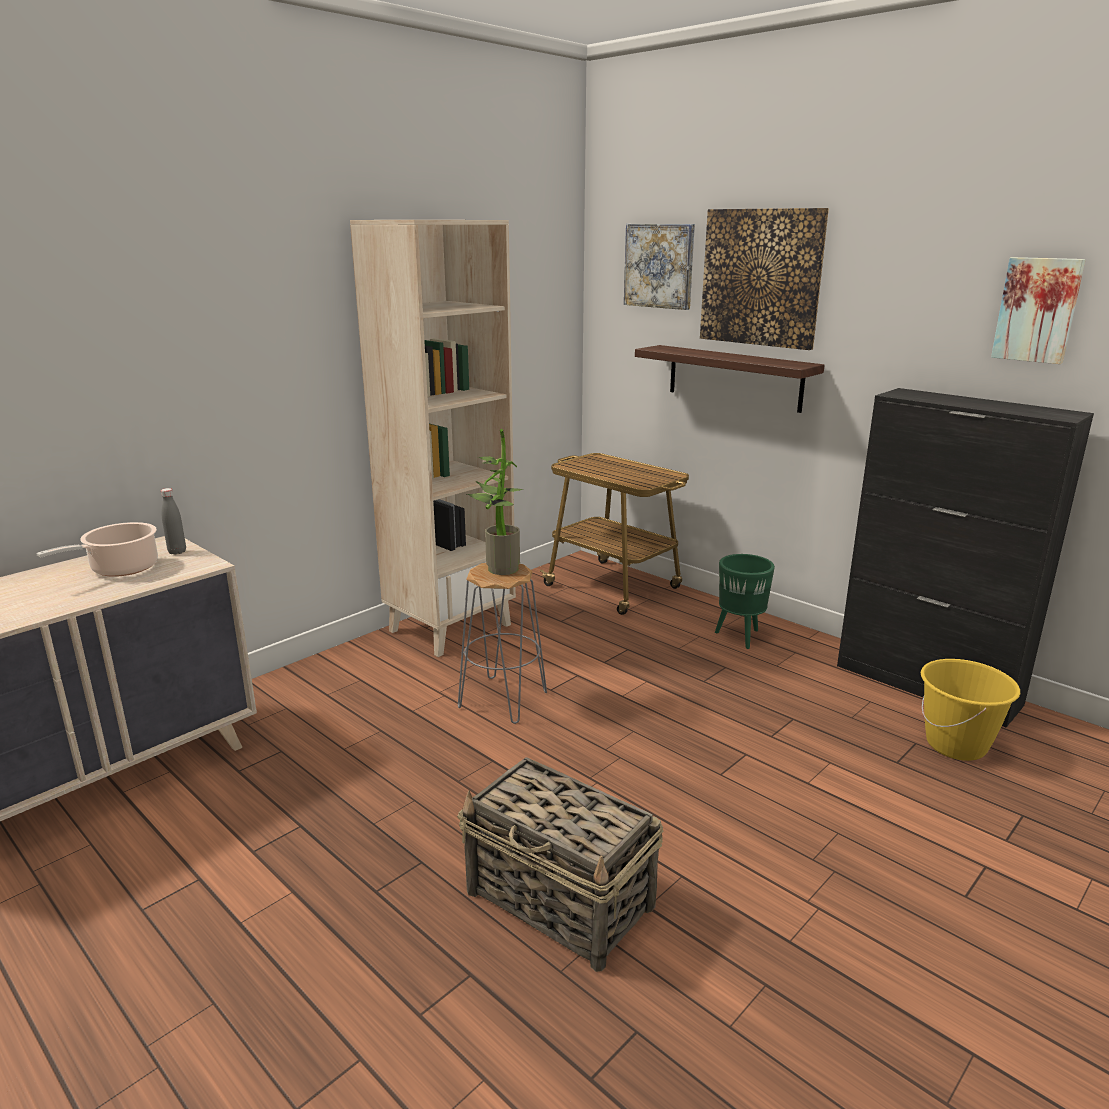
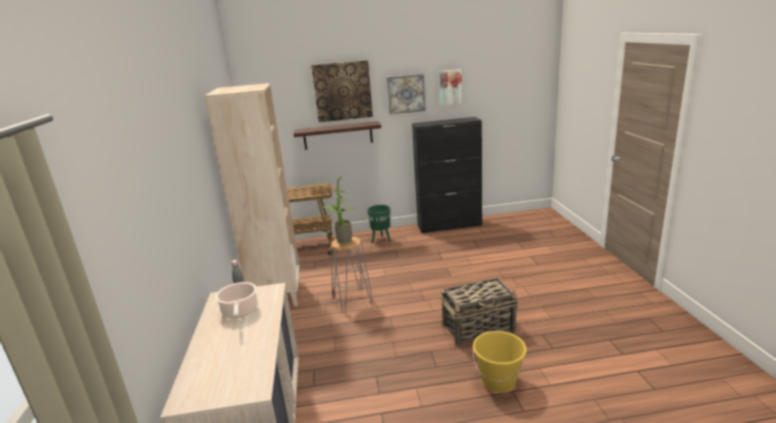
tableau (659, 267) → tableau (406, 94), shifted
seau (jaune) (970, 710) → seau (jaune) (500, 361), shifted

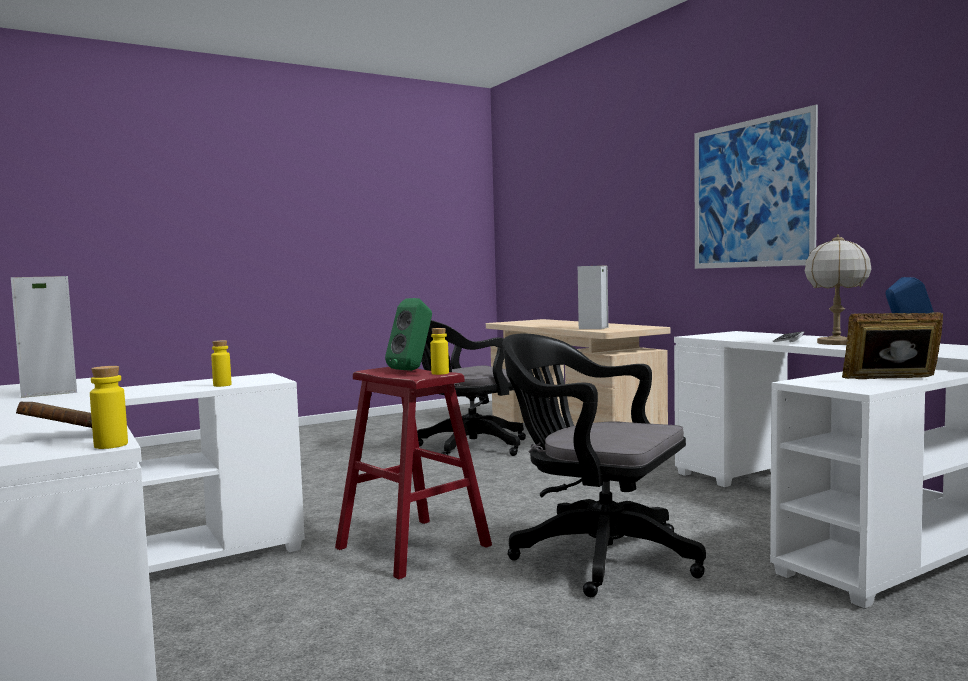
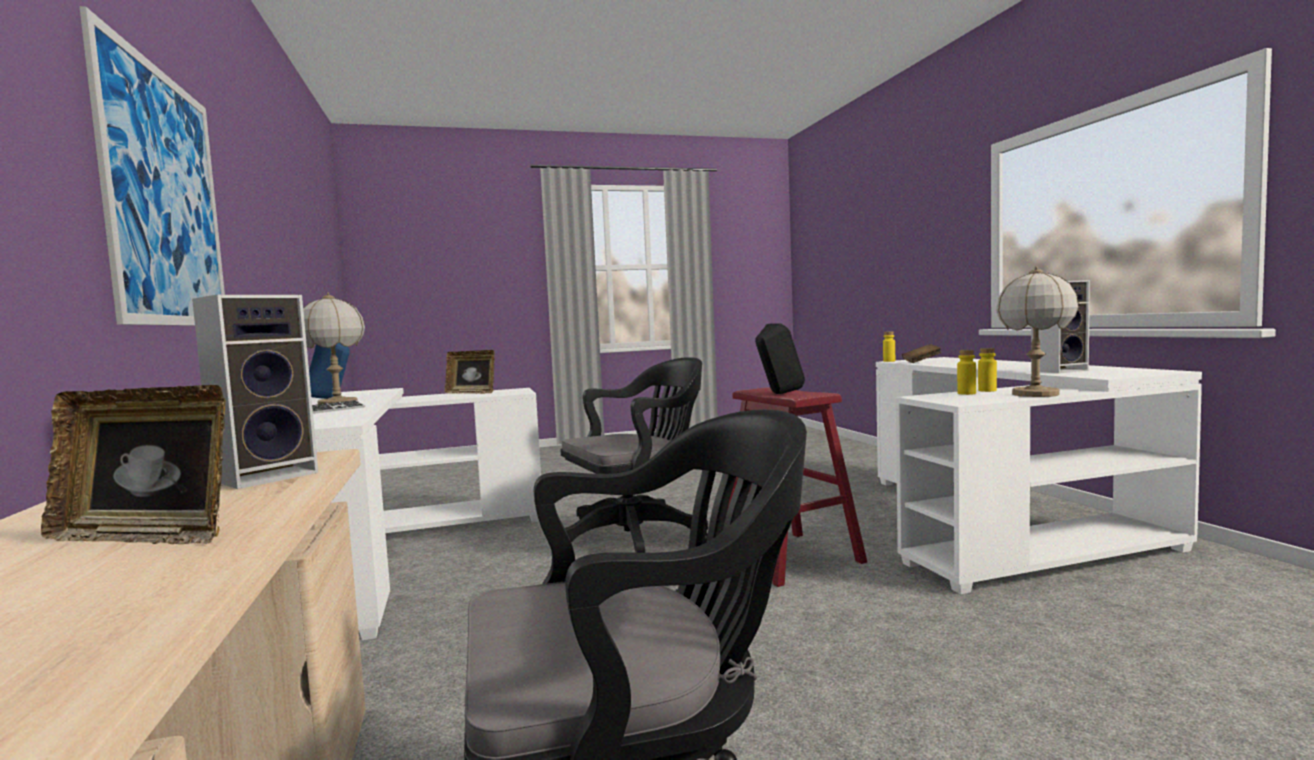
- → cadre photo (133, 464)
chaise de bureau (noir) (604, 465) → chaise de bureau (noir) (634, 455), 75 degrees counterclockwise
enceinte (vert) (408, 334) → enceinte (noir) (780, 358)
bouteille (jaune) (439, 351) → bouteille (jaune) (987, 370), shifted
- → lampe de table (1037, 331)

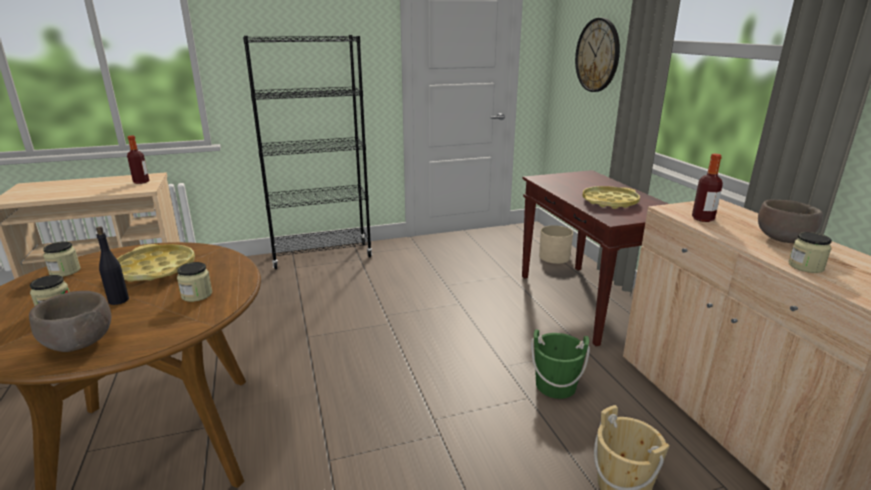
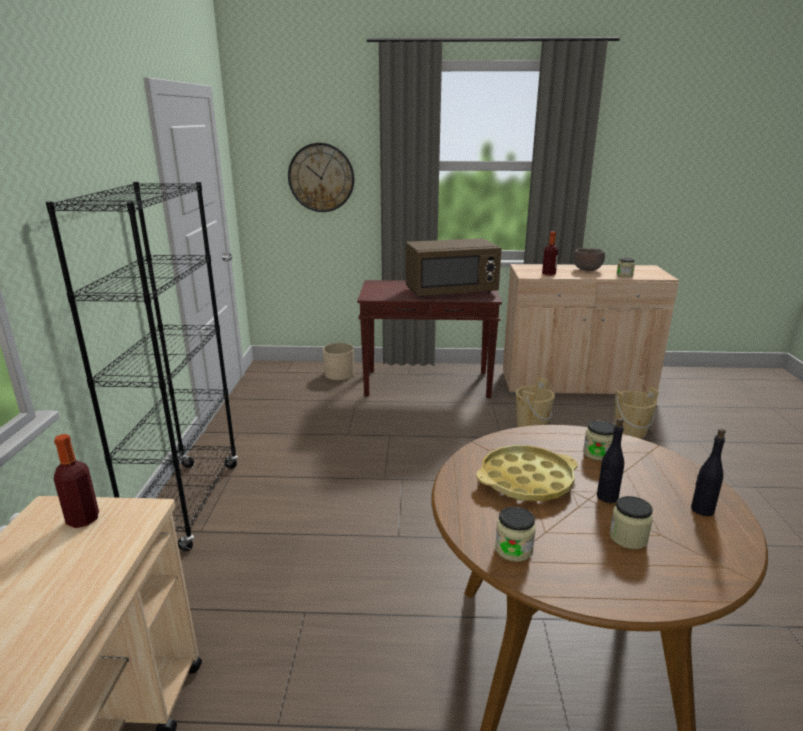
plateau (jaune) (611, 197) → micro-ondes (marron) (454, 267)
seau (vert) (560, 364) → seau (beige) (535, 402)
bol (marron) (70, 321) → bouteille (noir) (708, 472)

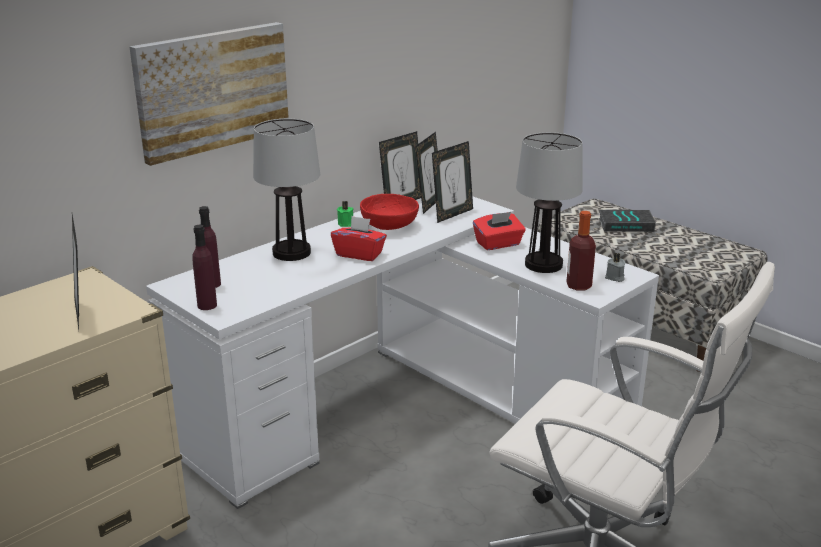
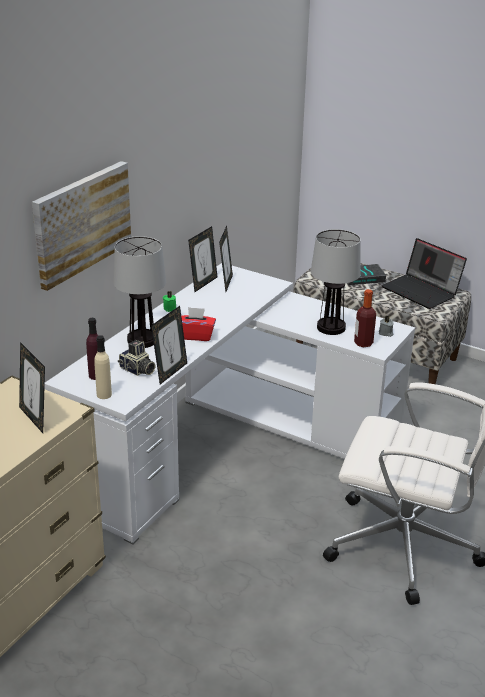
bouteille (violet) (204, 267) → bouteille (beige) (103, 367)
- → appareil photo (137, 358)
cadre photo (452, 182) → cadre photo (169, 345), shifted
- → ordinateur portable (424, 273)
bol (rouge) (389, 212) → -
boîte à mouchoirs (rouge) (499, 231) → -

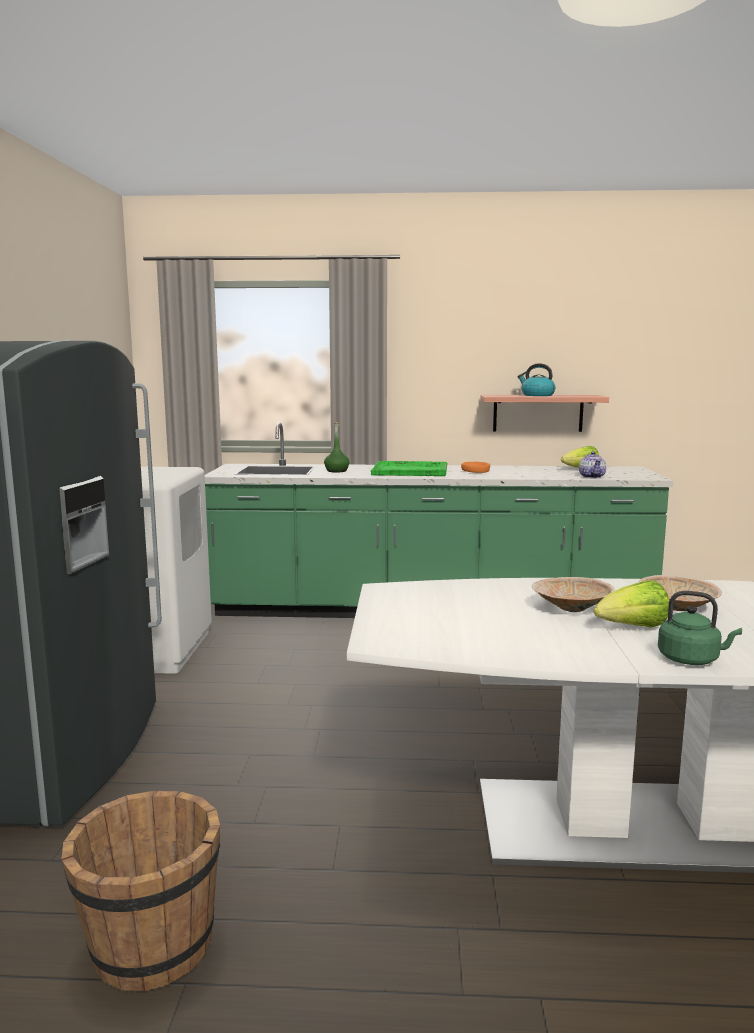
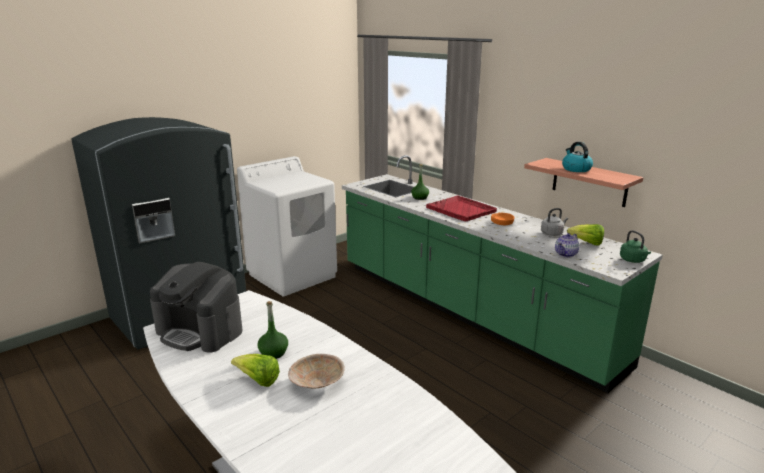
- → machine à café (196, 307)
bol (beige) (573, 594) → bouteille (vert) (272, 330)
plateau (vert) (409, 468) → plateau (rouge) (461, 208)
- → bouilloire (gris) (554, 222)
bouilloire (vert) (700, 628) → bouilloire (vert) (635, 246), shifted
seau (marron) (140, 891) → -

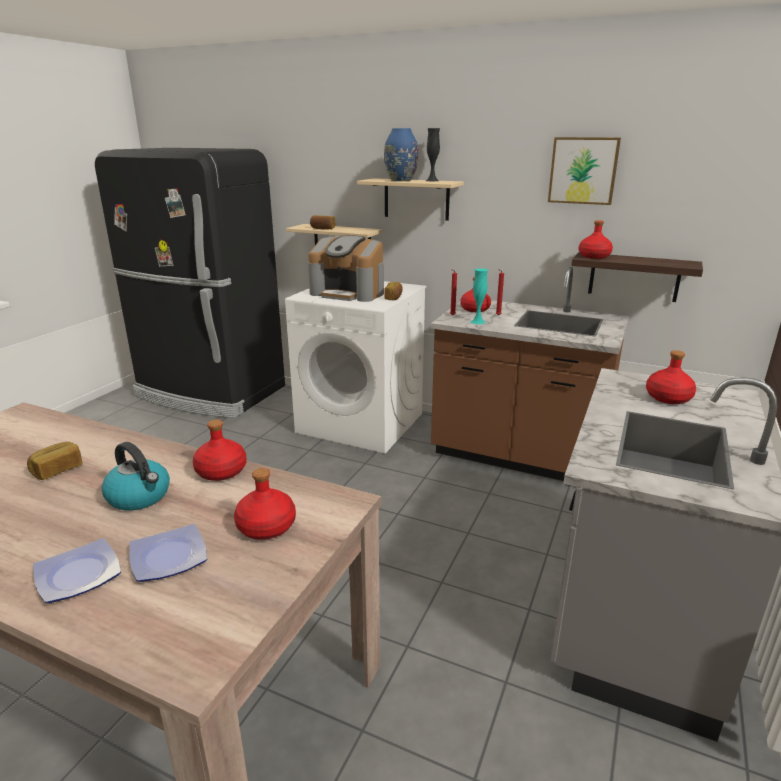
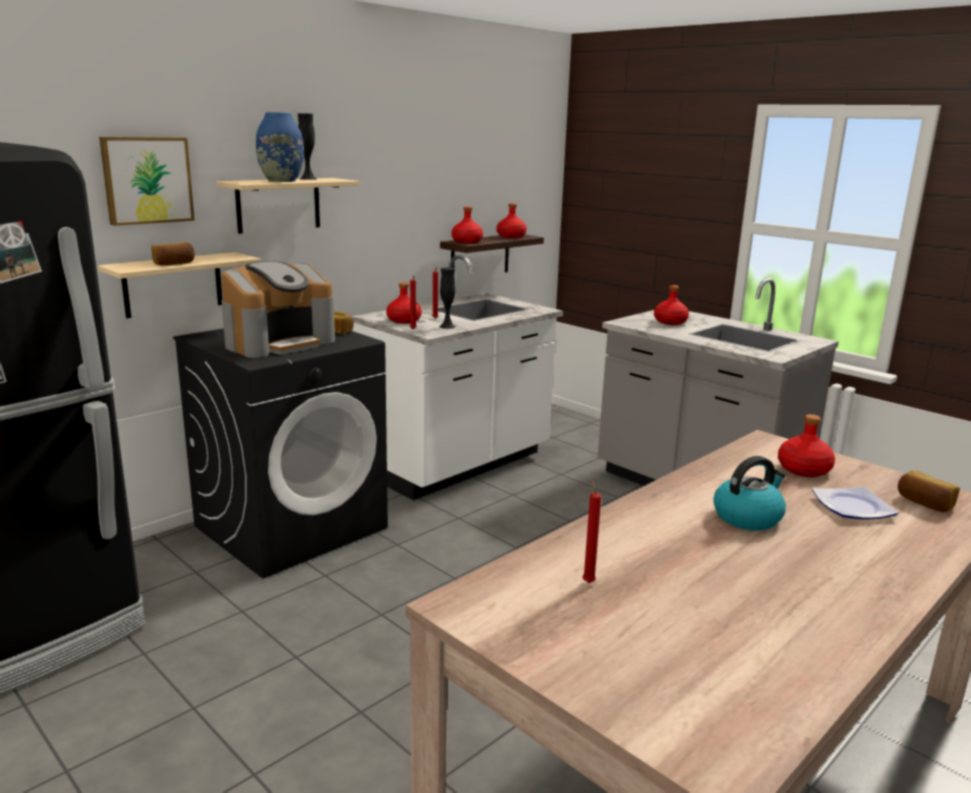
tableau (584, 171) → tableau (147, 181), shifted
lave-linge (blanc) (355, 367) → lave-linge (noir) (280, 453)
comptoir de cuisine (marron) (530, 374) → comptoir de cuisine (blanc) (457, 377)
vase (turquoise) (479, 296) → vase (noir) (447, 298)
bouteille (rouge) (219, 450) → bouteille (rouge) (512, 220), shifted
- → bougie (rouge) (592, 531)
pain (54, 461) → pain (929, 491), shifted
assiette (77, 570) → -

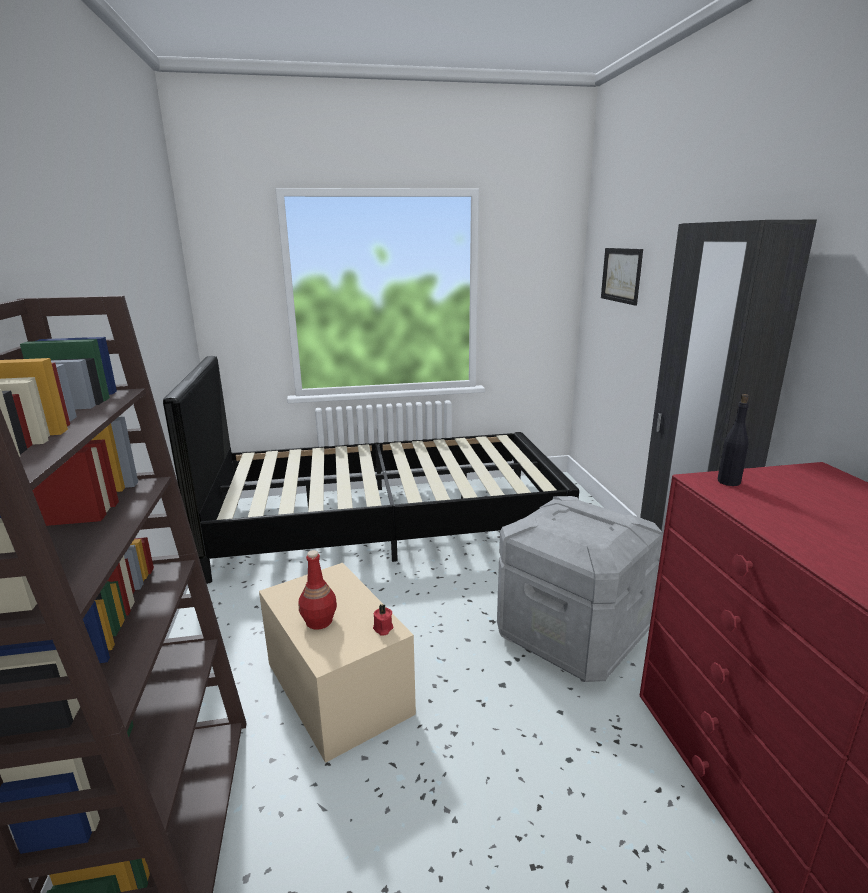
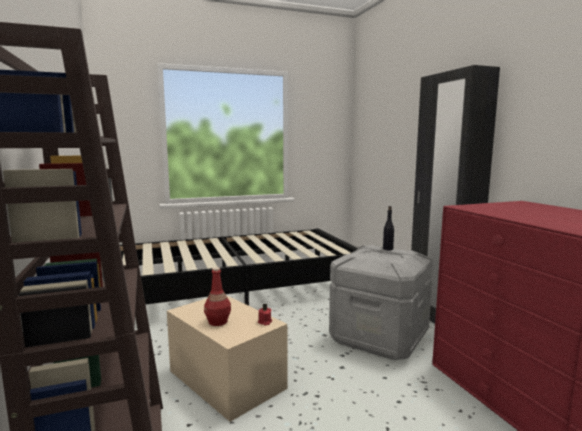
bouteille (noir) (733, 440) → bouteille (noir) (388, 228), shifted
tableau (622, 277) → -

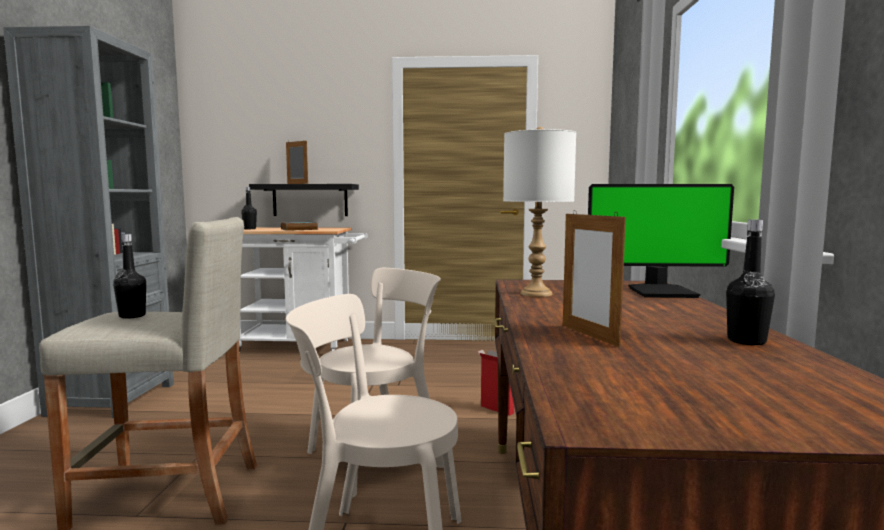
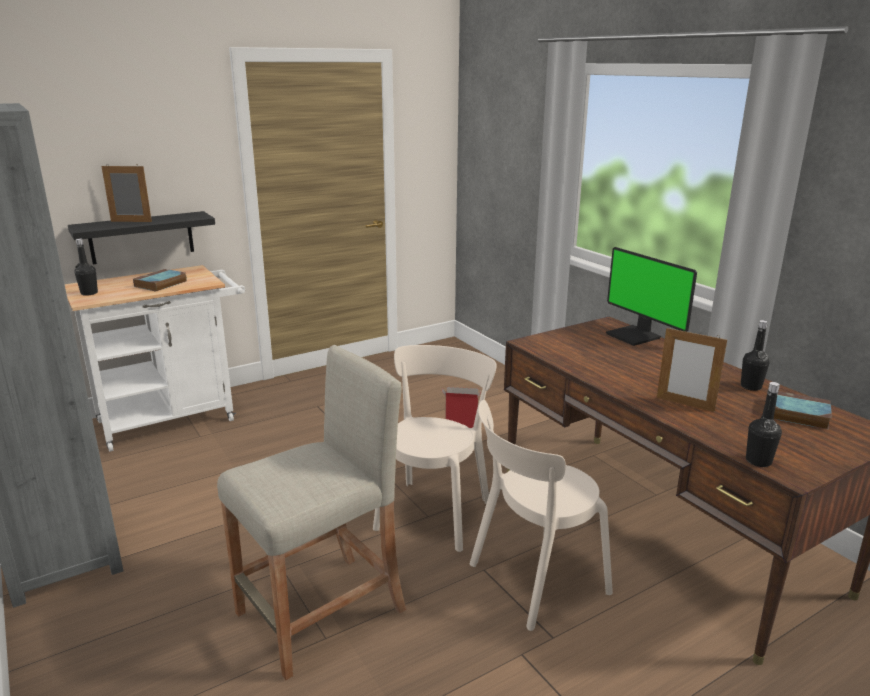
écran d'ordinateur (661, 241) → écran d'ordinateur (651, 296), 90 degrees clockwise
bouteille (noir) (129, 276) → bouteille (noir) (764, 424), shifted
- → livre (799, 410)
lampe de table (blanc) (539, 212) → -

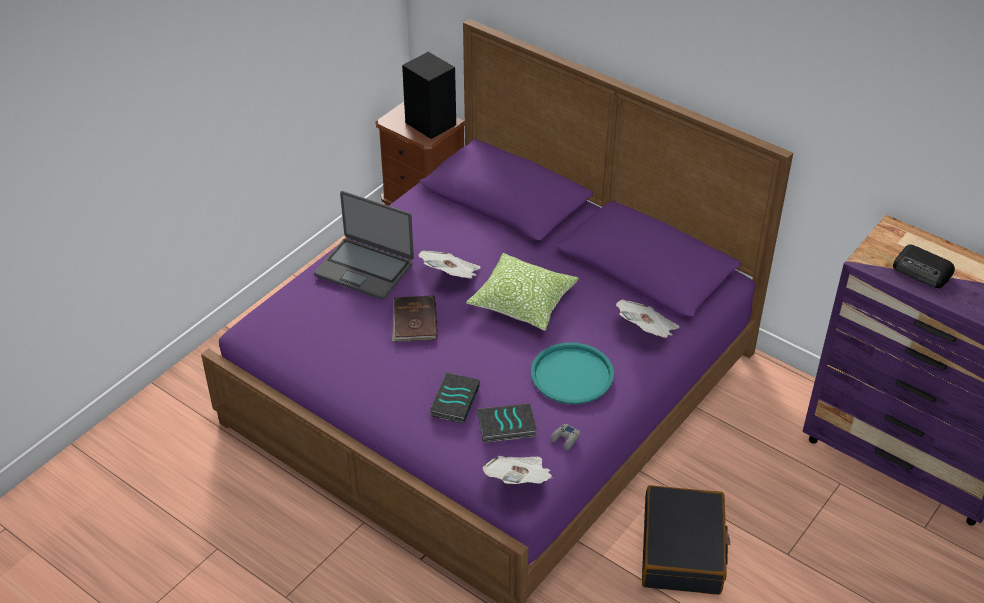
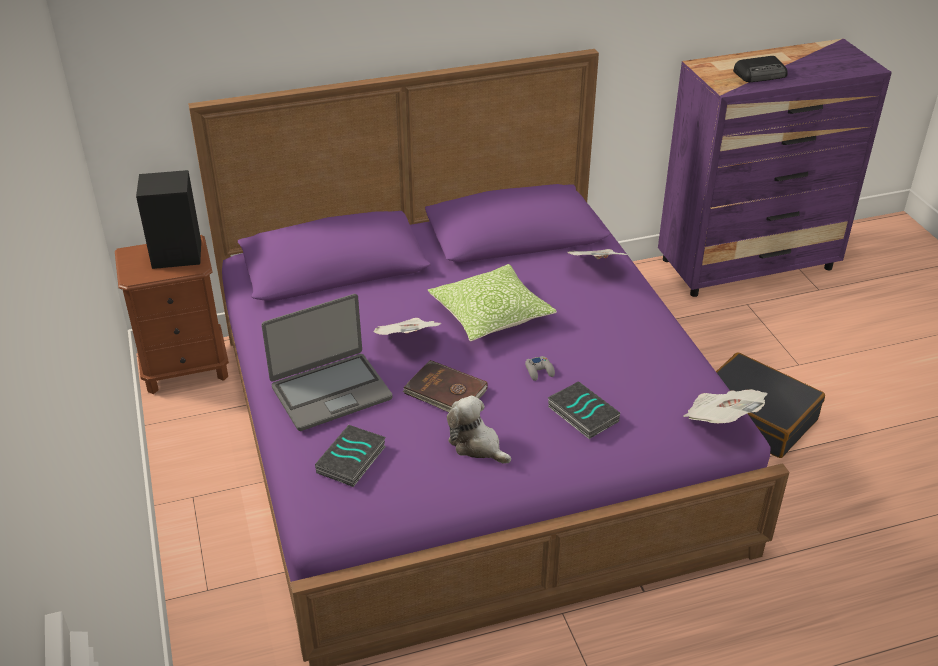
livre (507, 423) → livre (350, 456), shifted
- → peluche (479, 430)
manette (gris) (565, 436) → manette (gris) (540, 368), shifted
plateau (turquoise) (572, 373) → -

